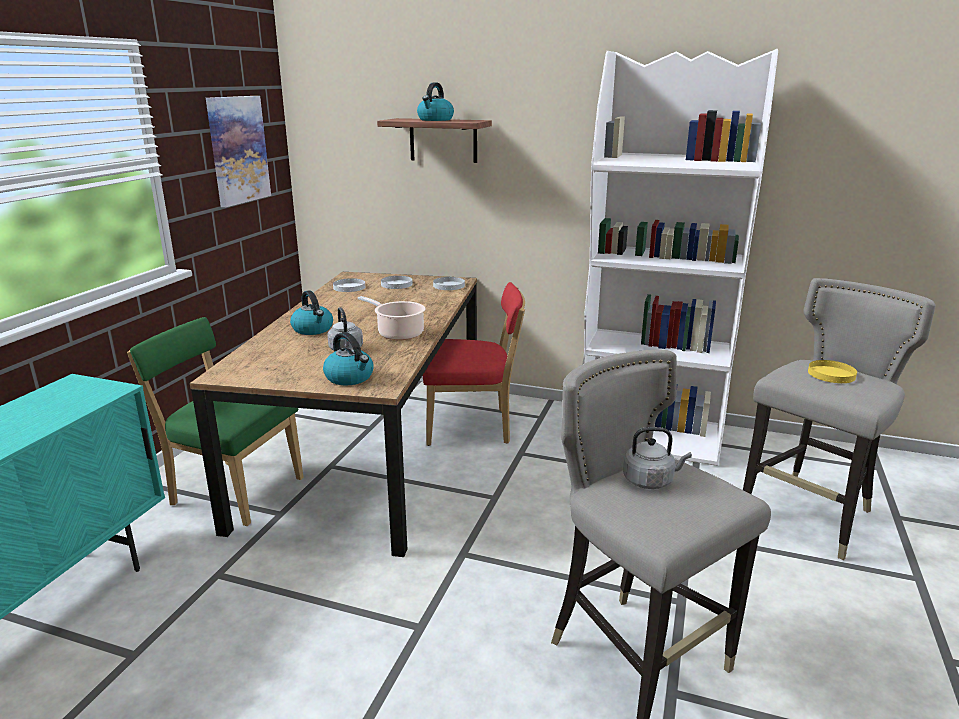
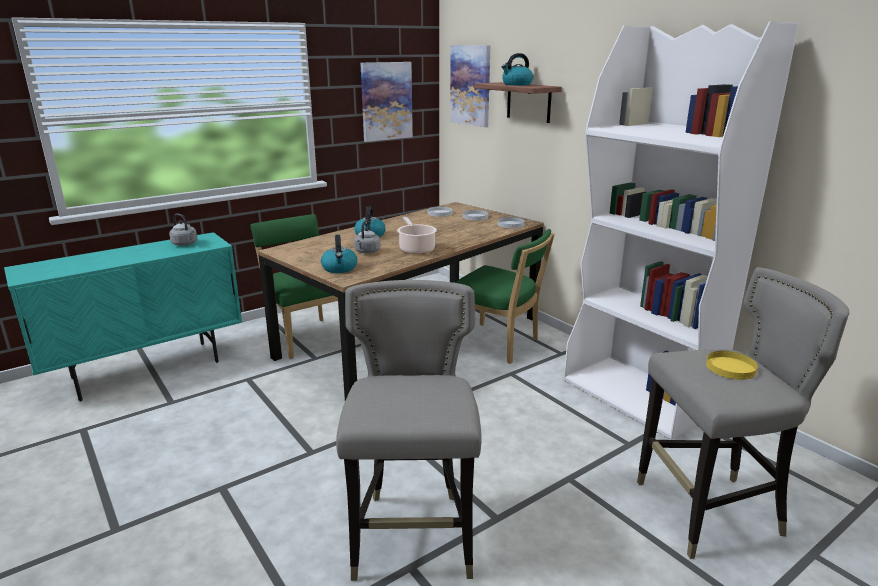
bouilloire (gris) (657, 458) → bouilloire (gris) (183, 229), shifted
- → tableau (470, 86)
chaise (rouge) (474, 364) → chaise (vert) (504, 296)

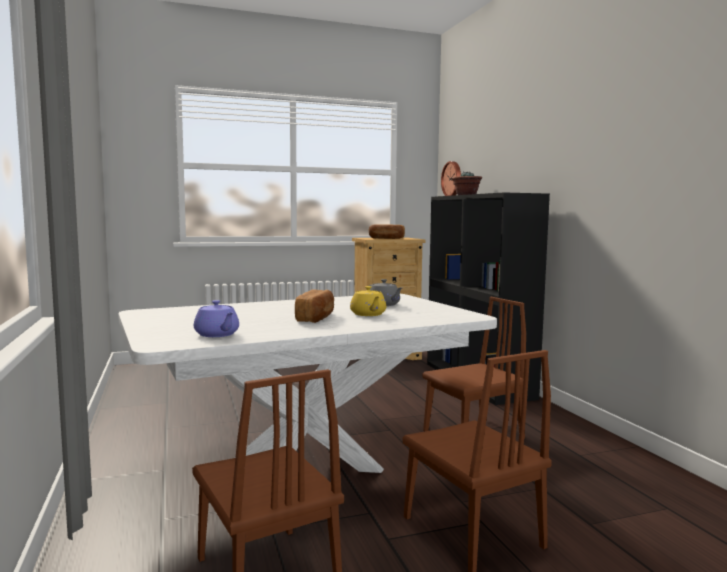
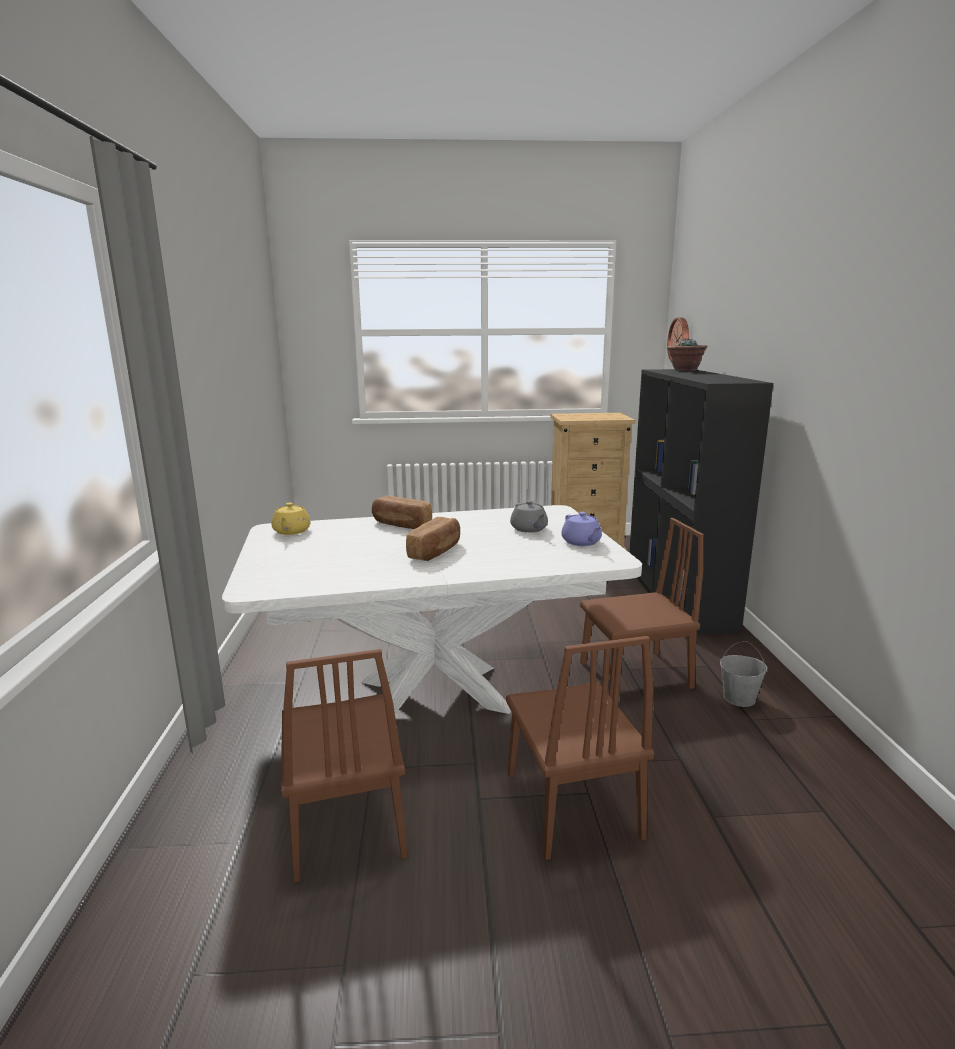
théière (jaune) (368, 301) → théière (jaune) (291, 519), shifted
pain (387, 231) → pain (402, 512), shifted
théière (violet) (216, 318) → théière (violet) (581, 529), shifted
- → seau (gris) (743, 674)

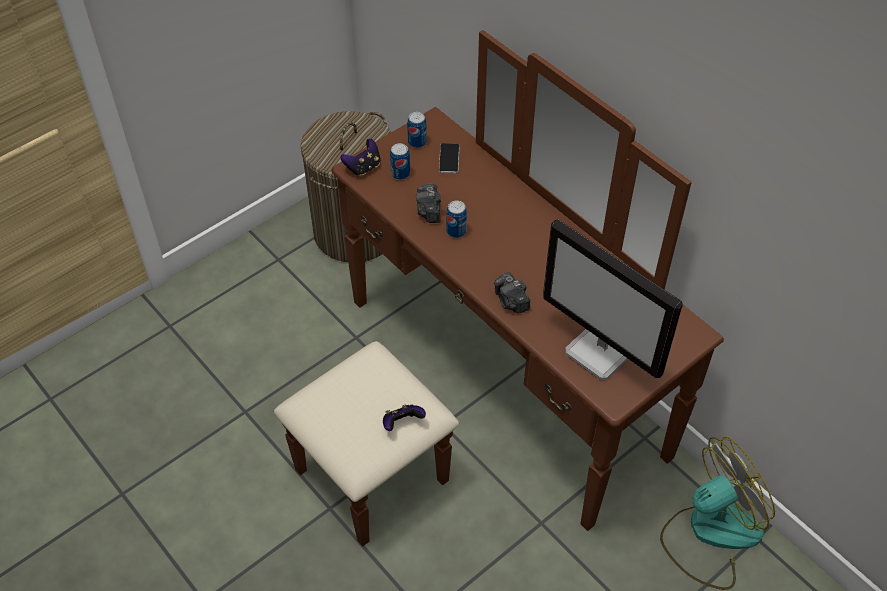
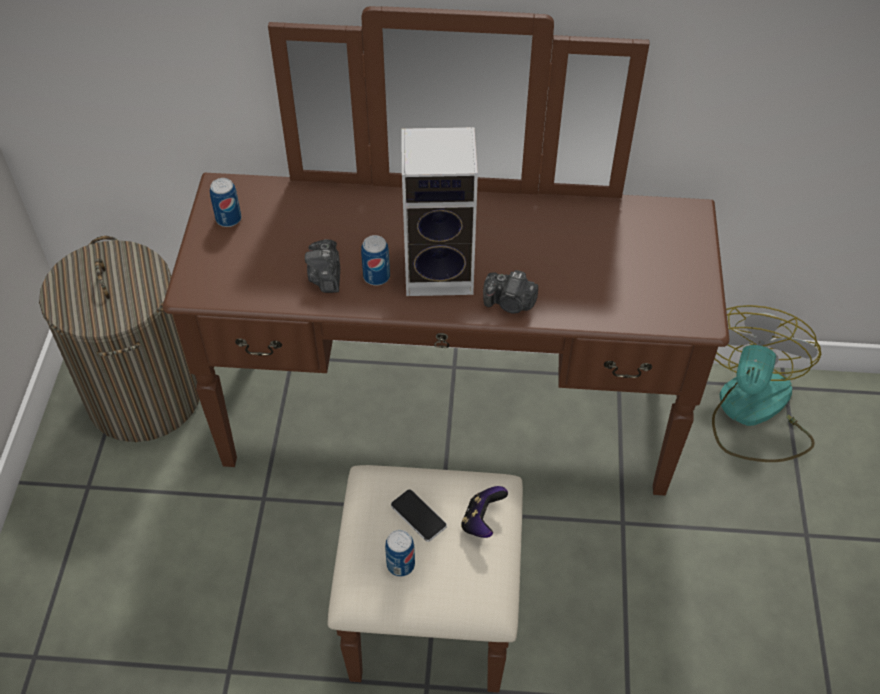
appareil photo (428, 203) → appareil photo (322, 266), 45 degrees clockwise
boîte métallique (400, 161) → boîte métallique (400, 553), shifted
téléphone (449, 158) → téléphone (419, 516), shifted
- → enceinte (439, 211)
manette (360, 157) → -
écran d'ordinateur (613, 299) → -

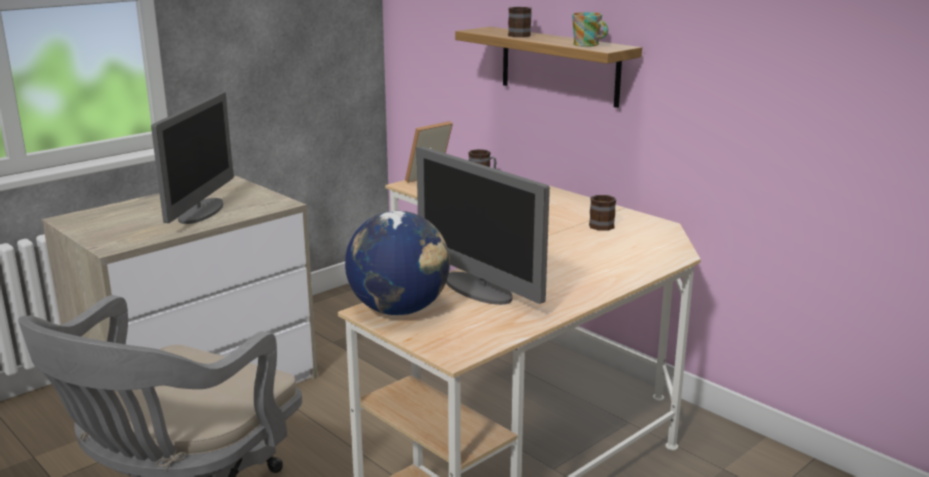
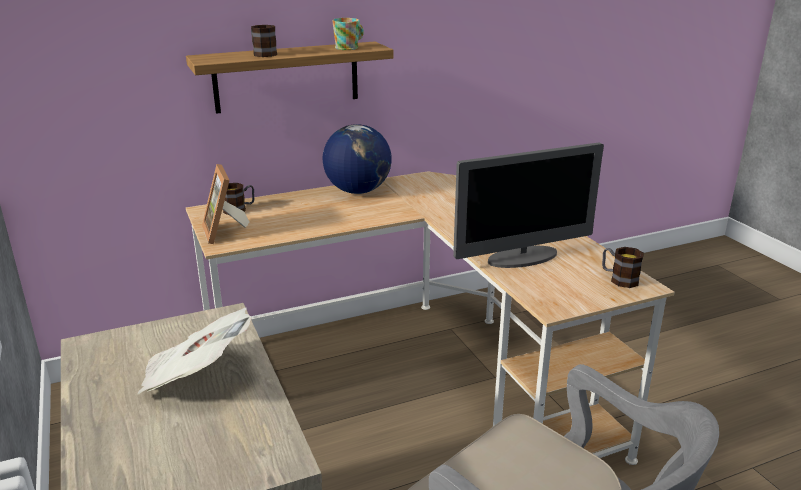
écran d'ordinateur (192, 158) → journal (194, 351)
globe (397, 263) → globe (357, 159), shifted
mug (602, 213) → mug (623, 267), shifted

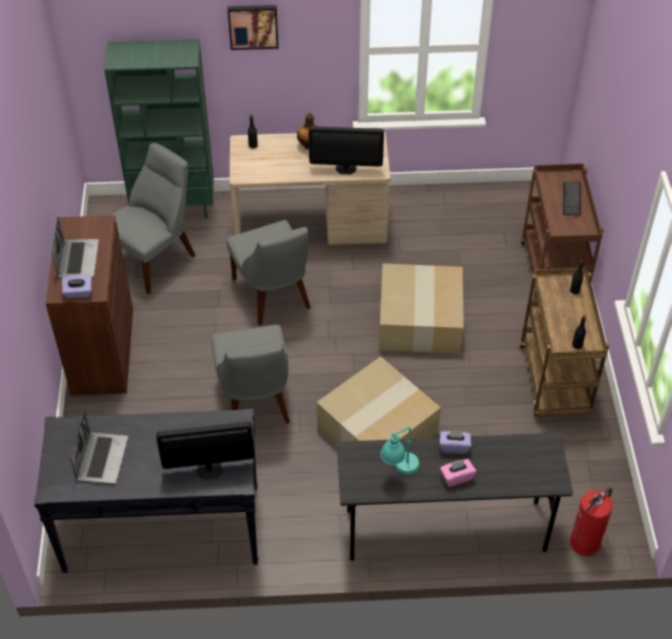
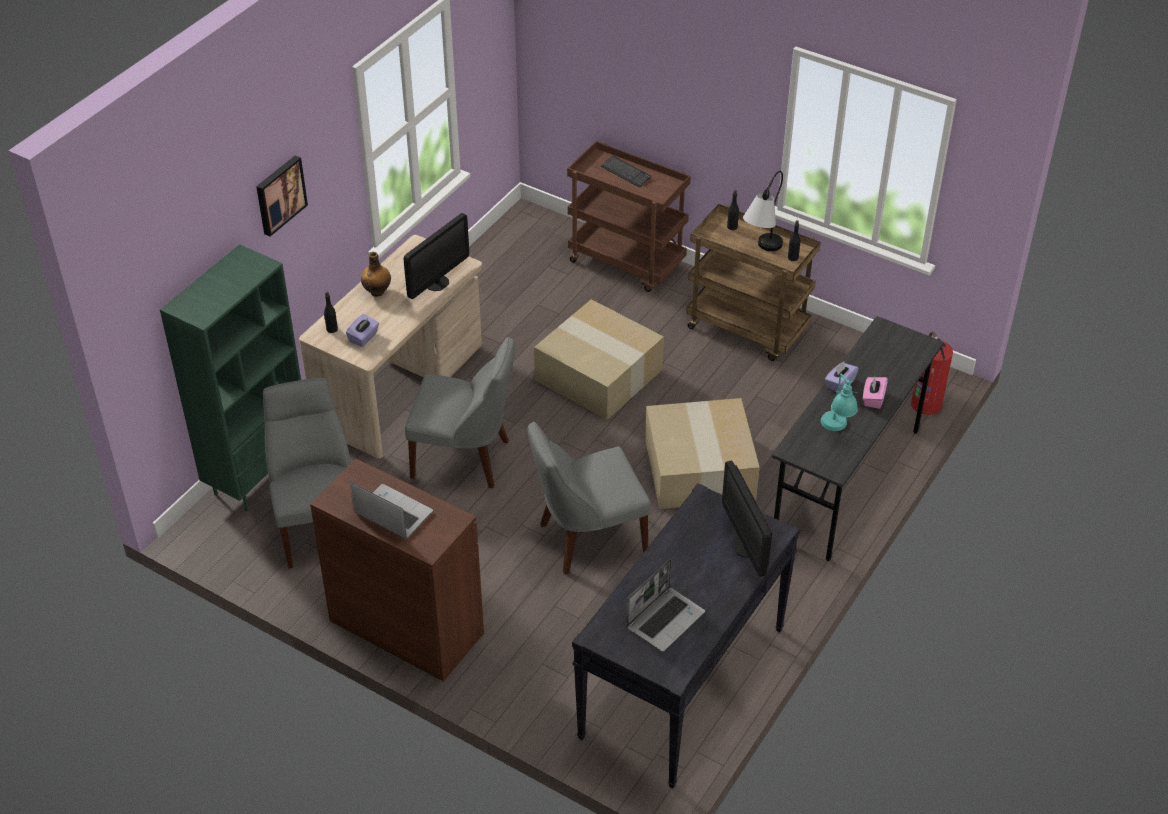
boîte à mouchoirs (violet) (77, 286) → boîte à mouchoirs (violet) (362, 330), shifted
chaise (gris) (250, 374) → chaise (gris) (589, 498), 135 degrees clockwise
ordinateur portable (99, 447) → ordinateur portable (665, 605), 90 degrees clockwise
écran d'ordinateur (205, 451) → écran d'ordinateur (747, 518), 45 degrees counterclockwise
- → lampe de table (763, 211)

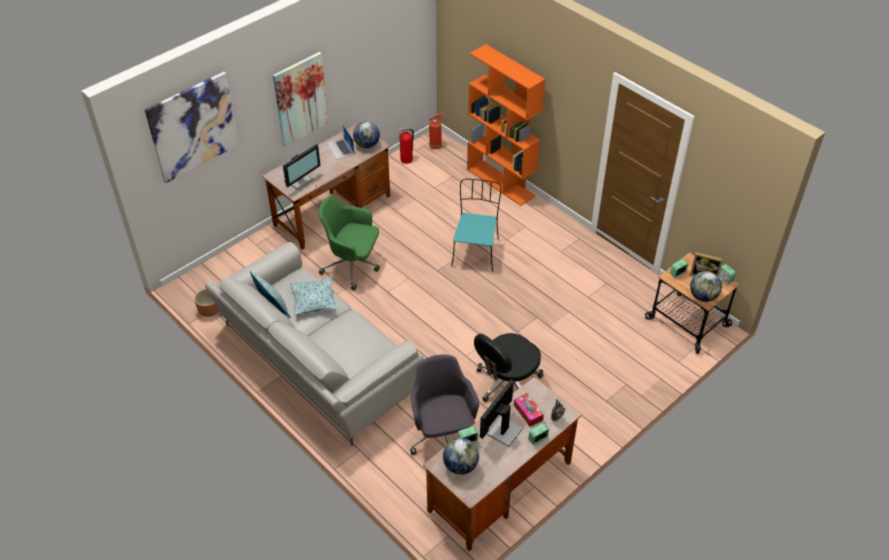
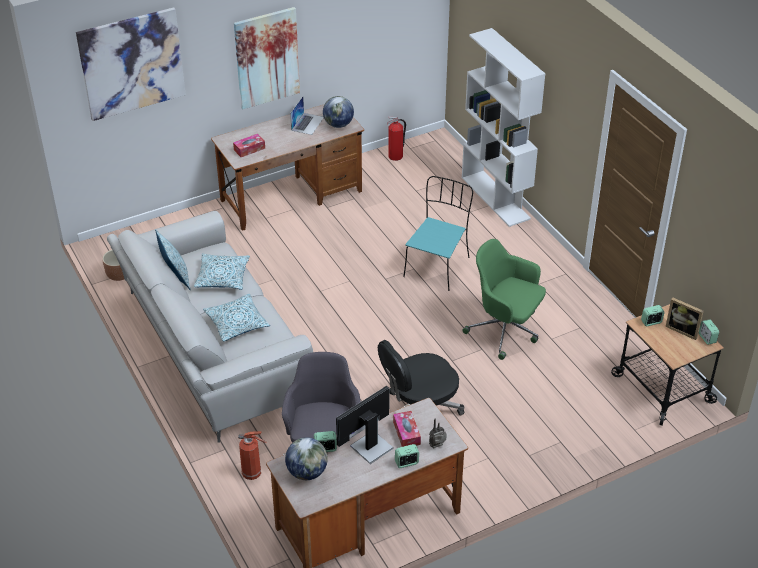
- → coussin (236, 317)
écran d'ordinateur (302, 167) → boîte à mouchoirs (249, 145)
extincteur (437, 131) → extincteur (252, 455), shifted
ordinateur portable (340, 142) → ordinateur portable (307, 116), 150 degrees counterclockwise
bibliothèque (orange) (506, 125) → bibliothèque (blanc) (503, 127)
chaise de bureau (vert) (349, 243) → chaise de bureau (vert) (504, 299), shifted
globe (706, 286) → -

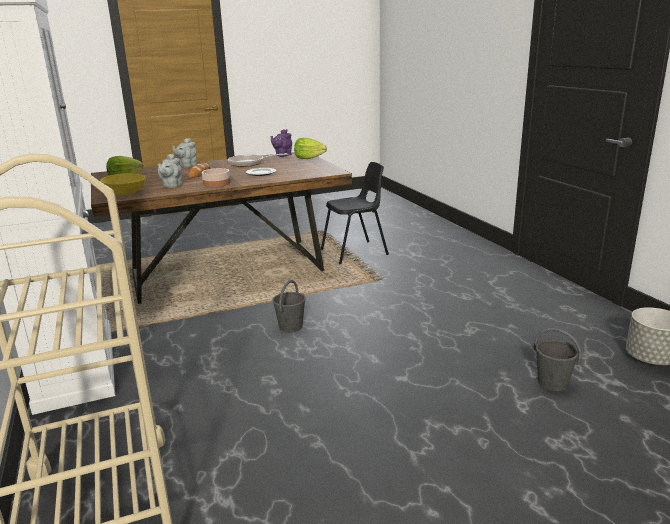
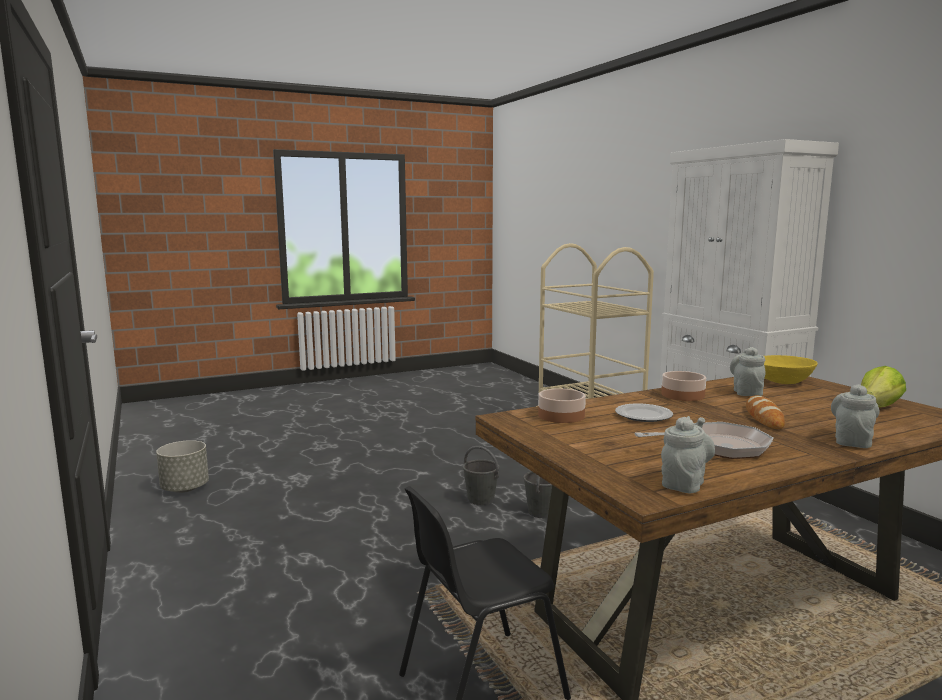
seau (gris) (557, 359) → seau (gris) (481, 475), shifted
- → bol (562, 405)
théière (violet) (281, 143) → théière (gris) (688, 454)
laitue (310, 148) → -

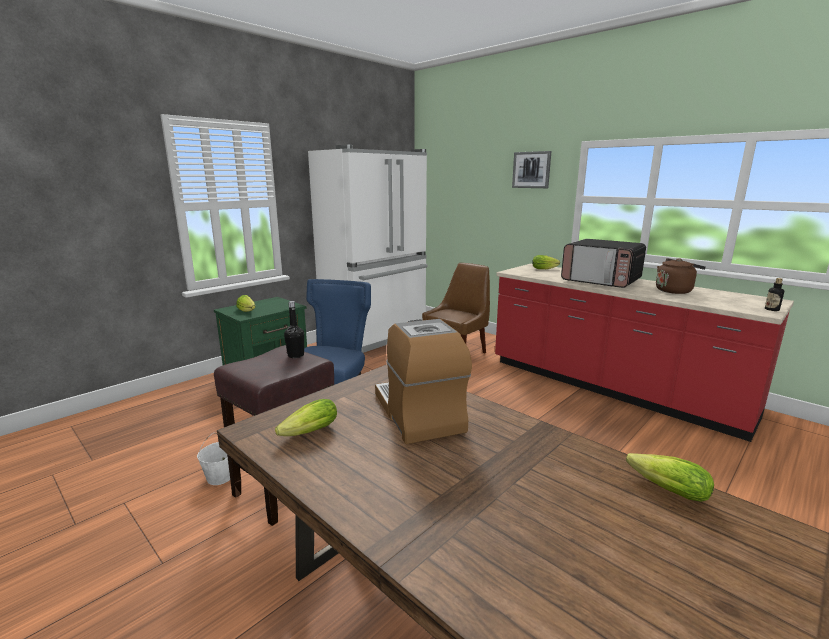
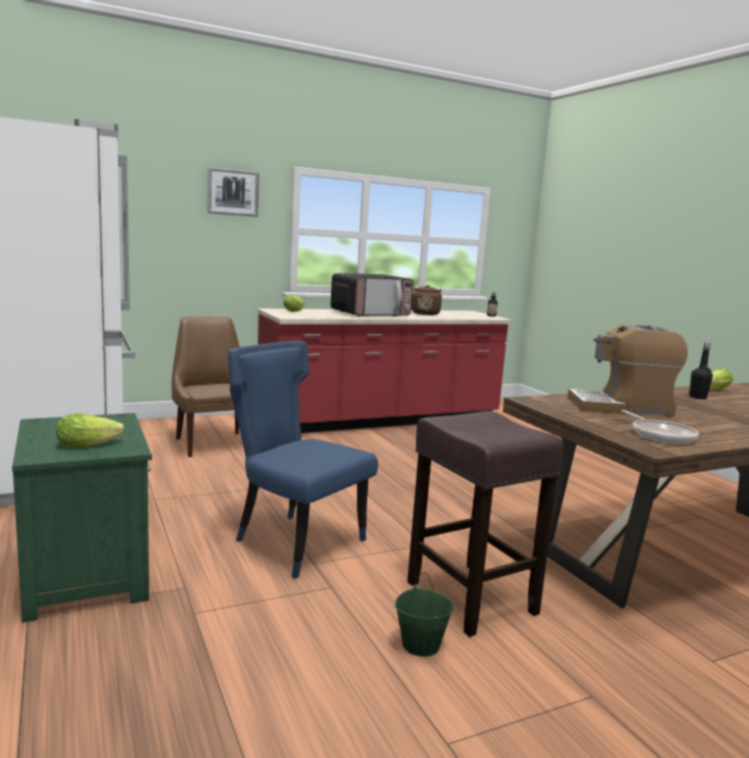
seau (blanc) (213, 459) → seau (vert) (424, 615)
laitue (306, 417) → poêle (660, 427)
bouteille (noir) (294, 329) → bouteille (noir) (701, 370), shifted

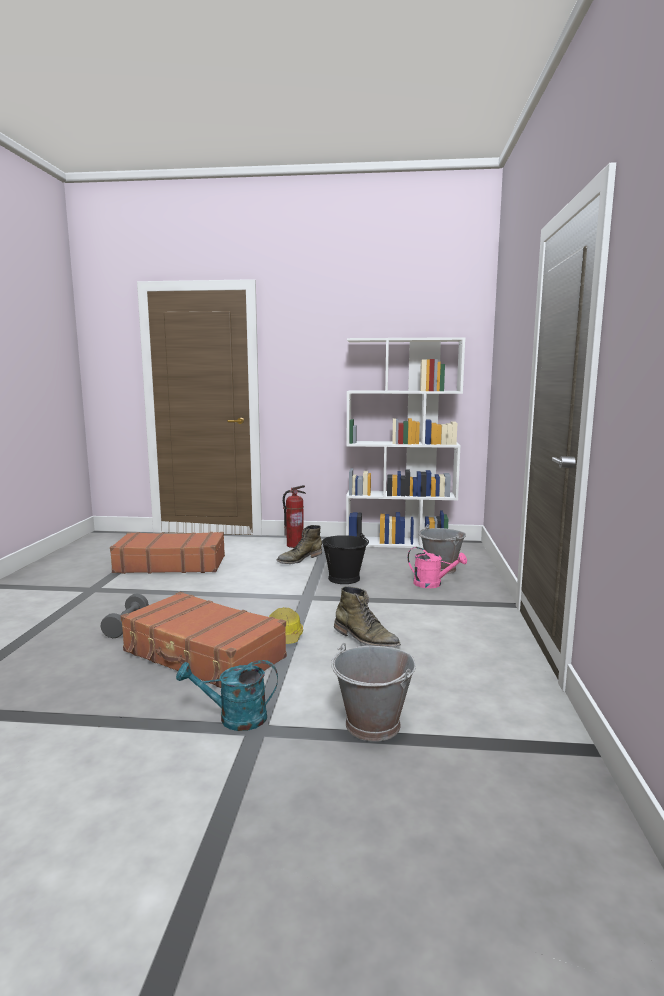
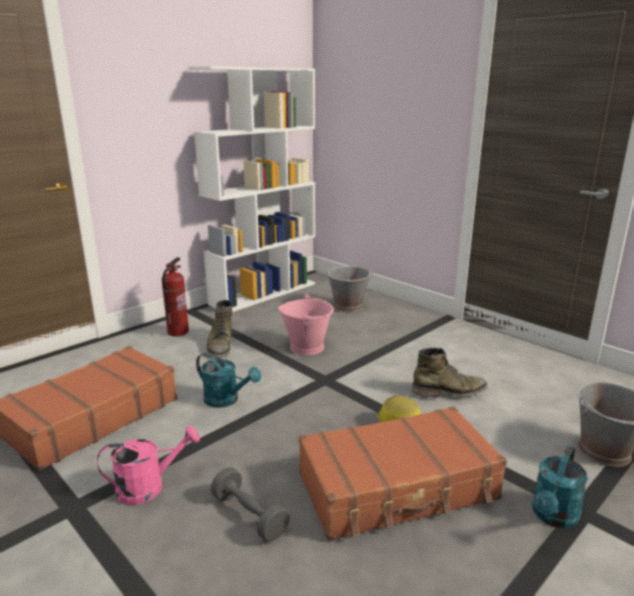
arrosoir (rose) (437, 567) → arrosoir (rose) (148, 465), shifted
- → arrosoir (turquoise) (228, 380)
seau (noir) (345, 558) → seau (rose) (306, 324)

